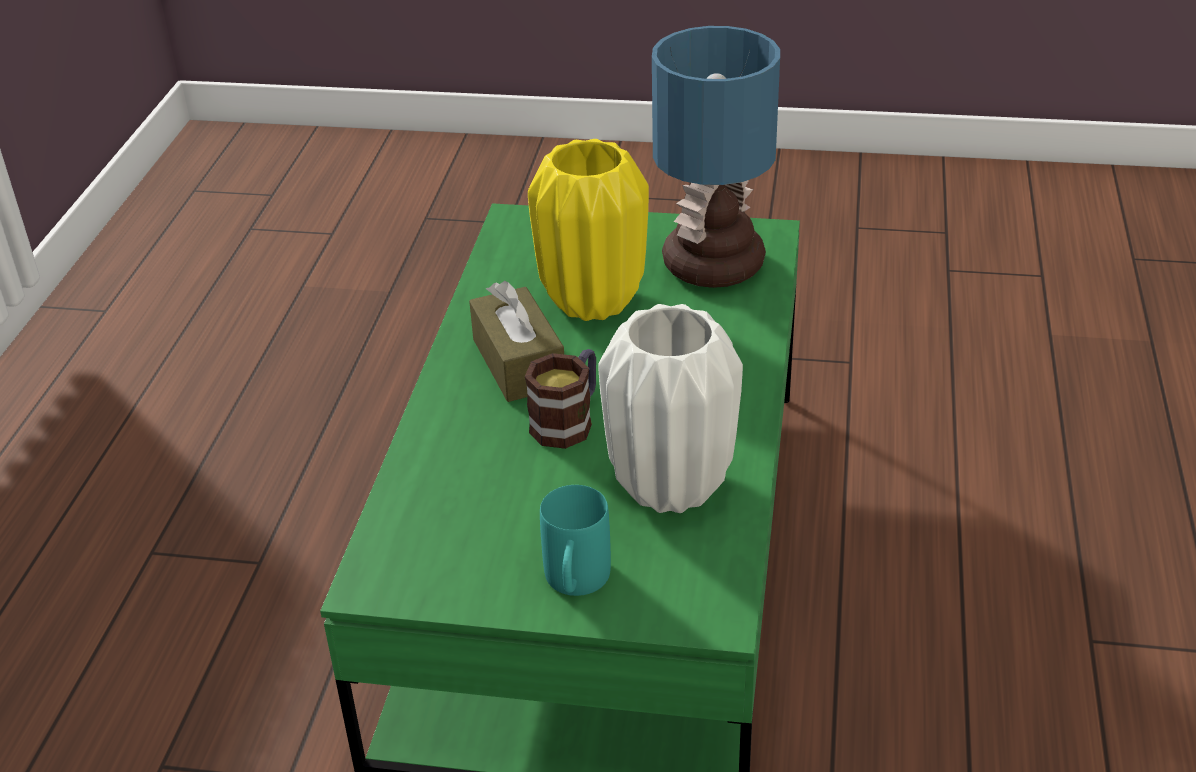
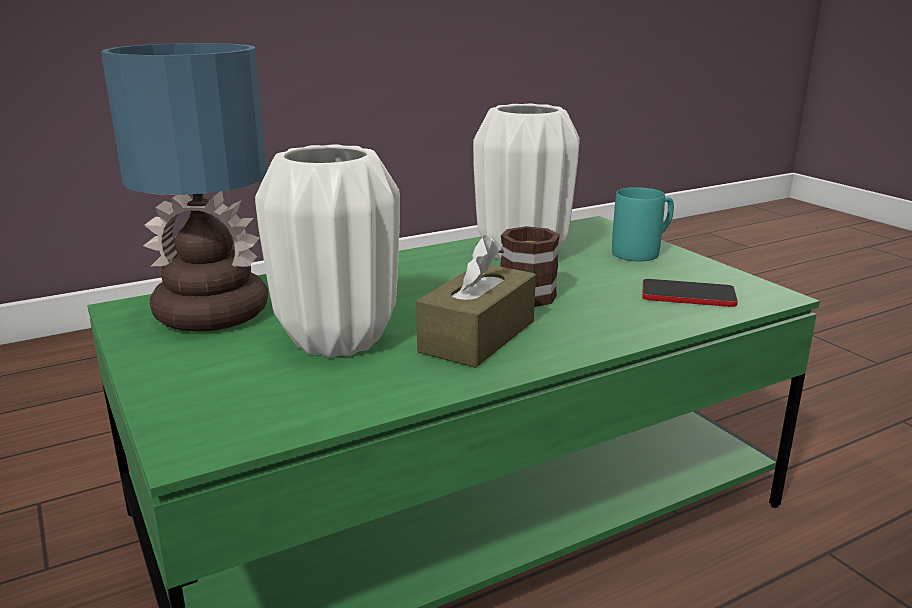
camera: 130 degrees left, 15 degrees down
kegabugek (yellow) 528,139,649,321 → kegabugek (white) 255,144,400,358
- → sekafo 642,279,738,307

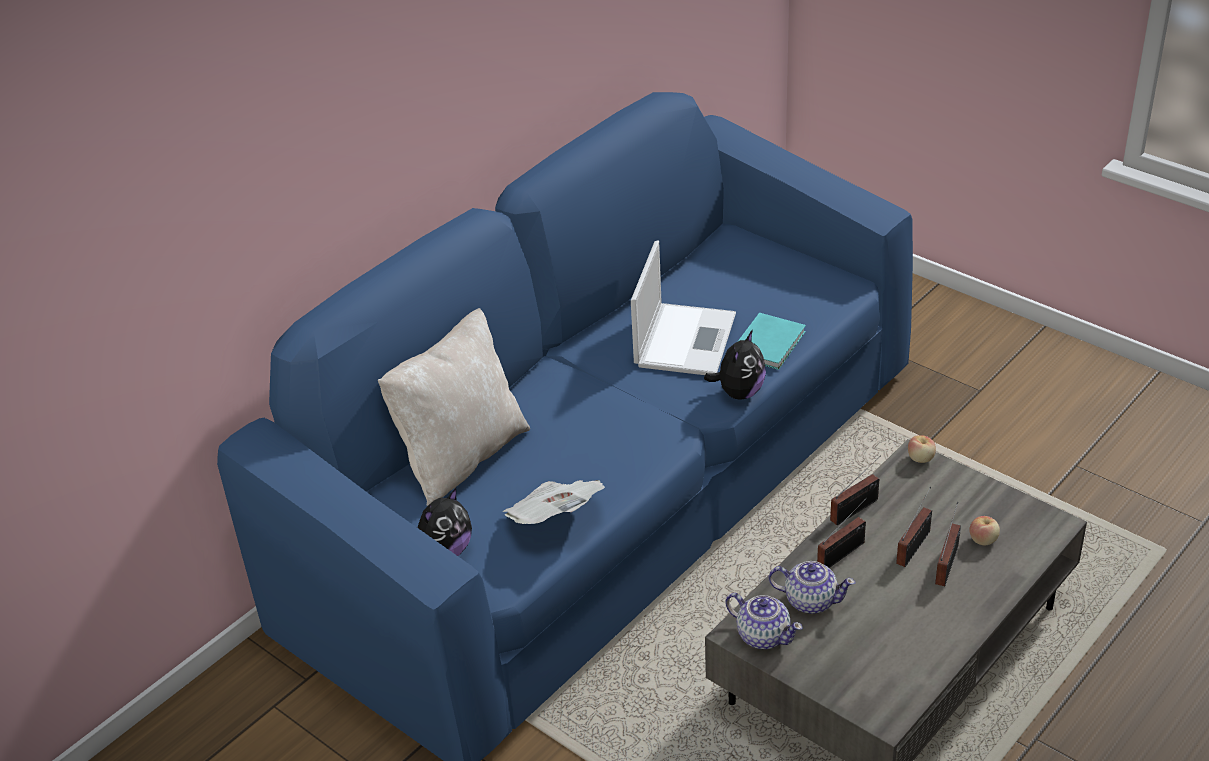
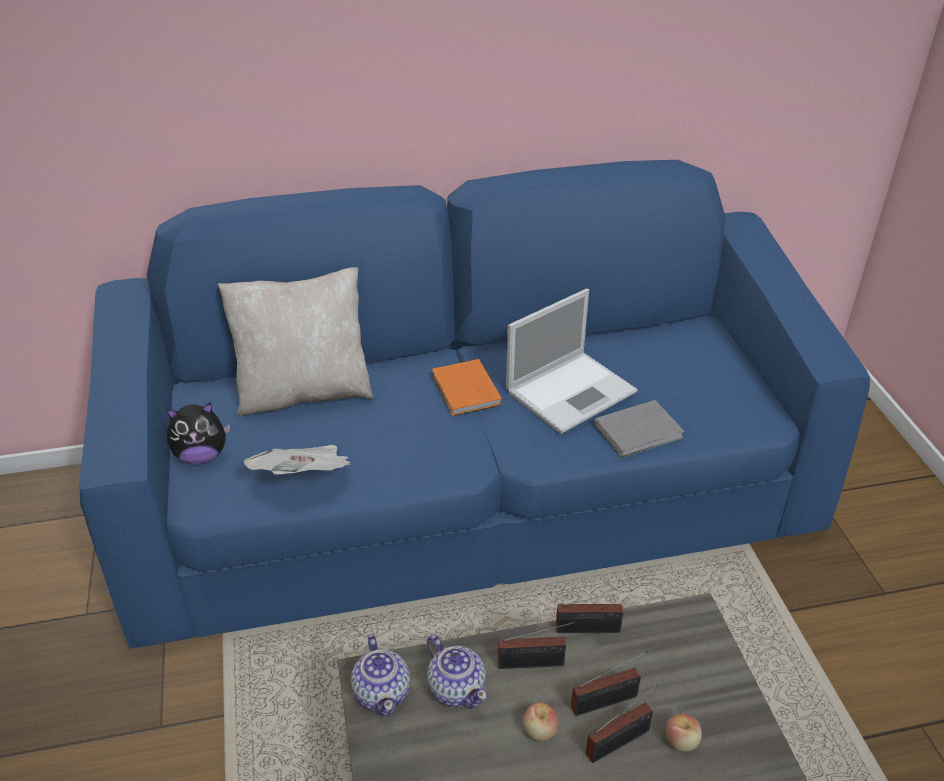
camera: 35 degrees right, 0 degrees up
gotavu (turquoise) 738,313,806,370 → gotavu (grey) 594,400,685,458
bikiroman 704,330,766,400 → -
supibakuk 908,435,936,463 → supibakuk 523,702,558,741, shifted
- → gotavu (orange) 432,359,502,416

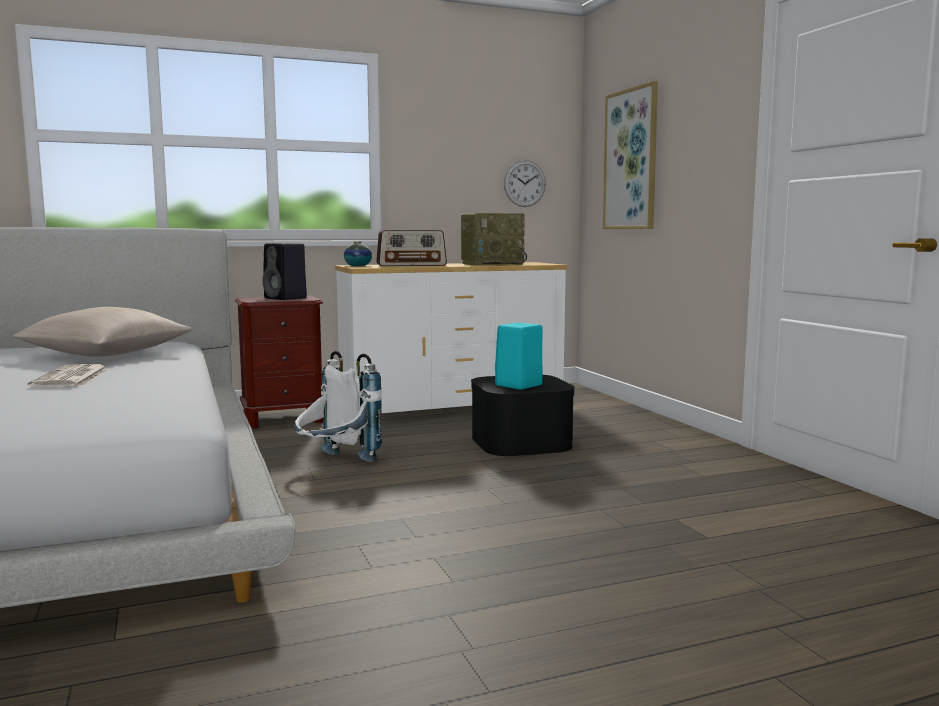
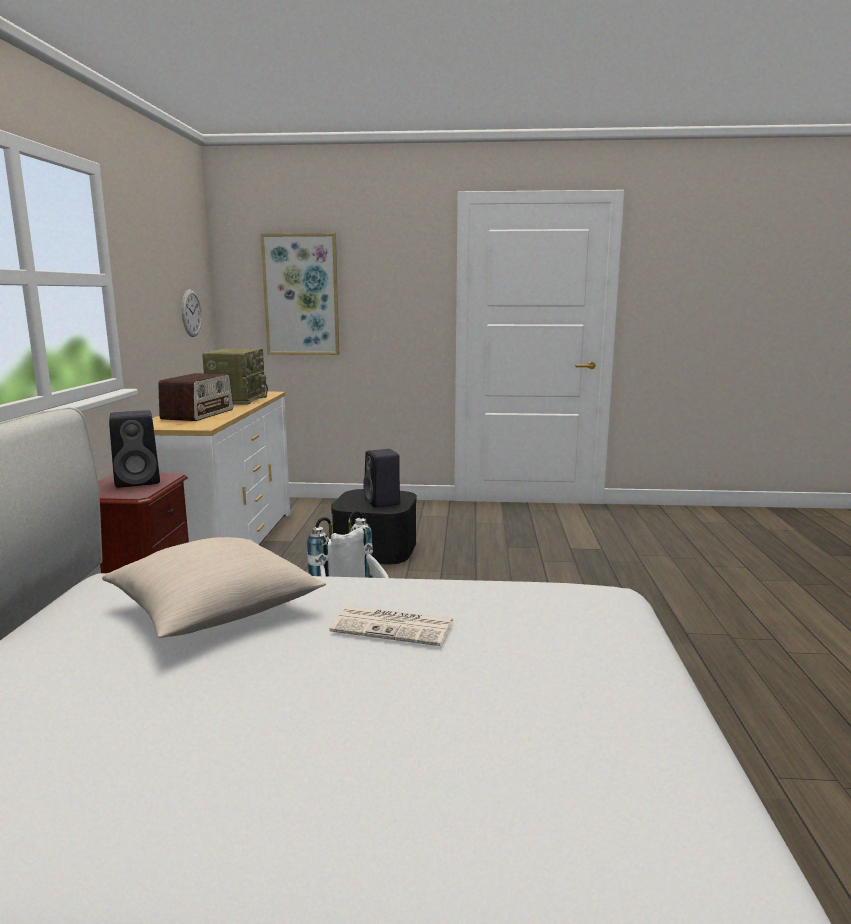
camera: 65 degrees left, 5 degrees up
kegabugek 344,241,372,266 → -
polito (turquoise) 495,323,543,390 → polito (black) 363,449,400,508

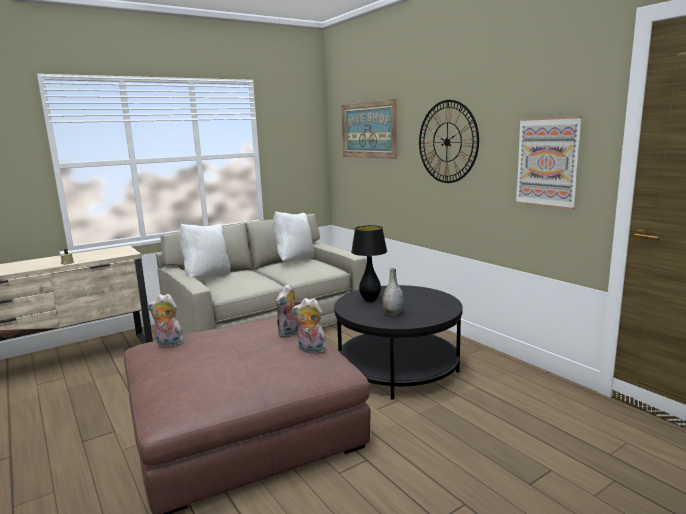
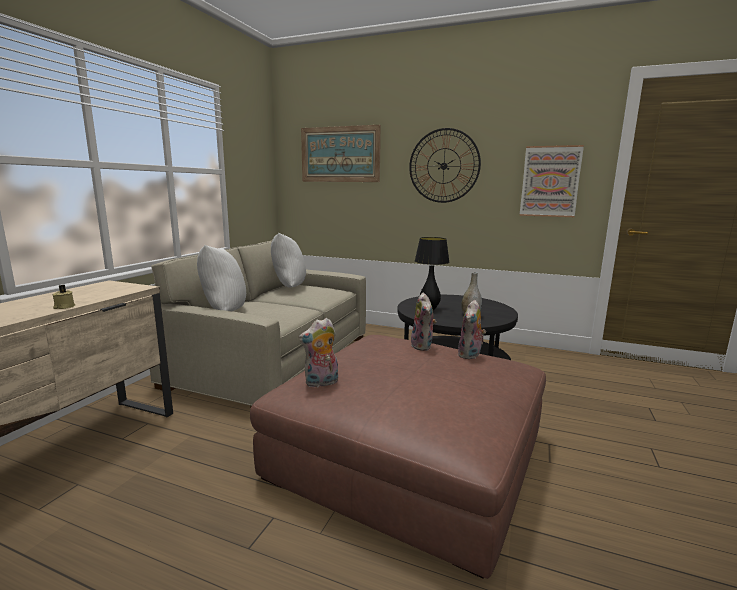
camera: 35 degrees left, 0 degrees up
bikiroman 292,298,326,354 → bikiroman 458,300,486,359, 45 degrees counterclockwise

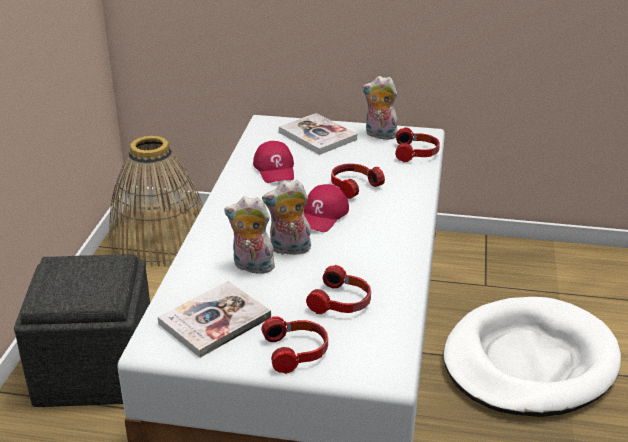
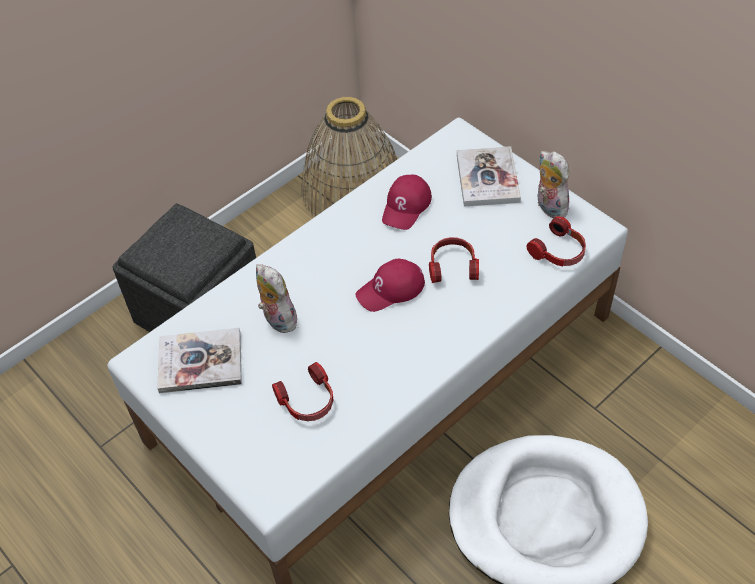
camera: 40 degrees right, 20 degrees up
bikiroman 262,180,312,255 → -
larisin 261,316,328,374 → -

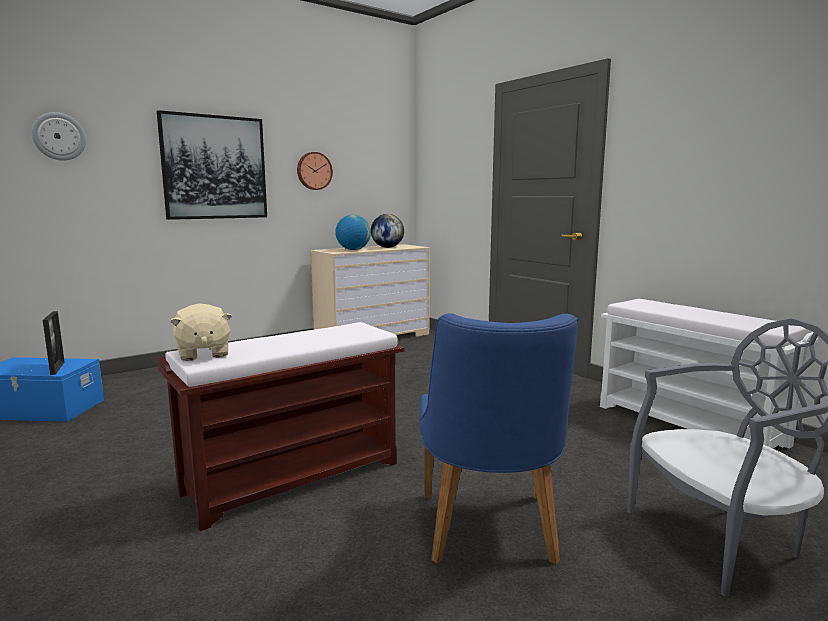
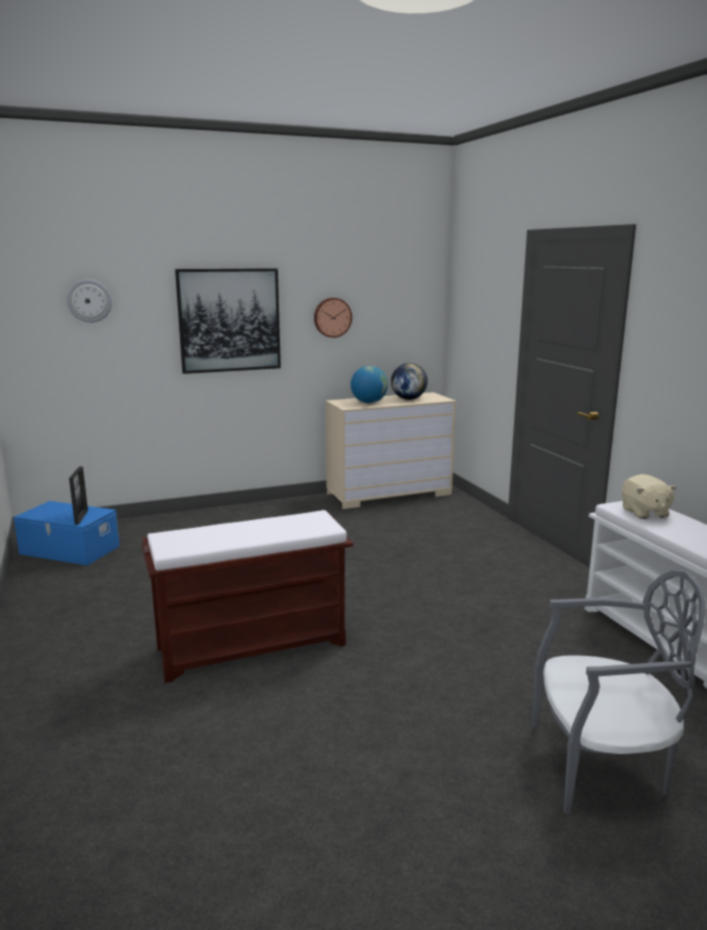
camera: 15 degrees right, 5 degrees up
bikiroman (beige) 169,304,233,361 → bikiroman (beige) 622,474,677,519, shifted
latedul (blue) 419,313,578,565 → -

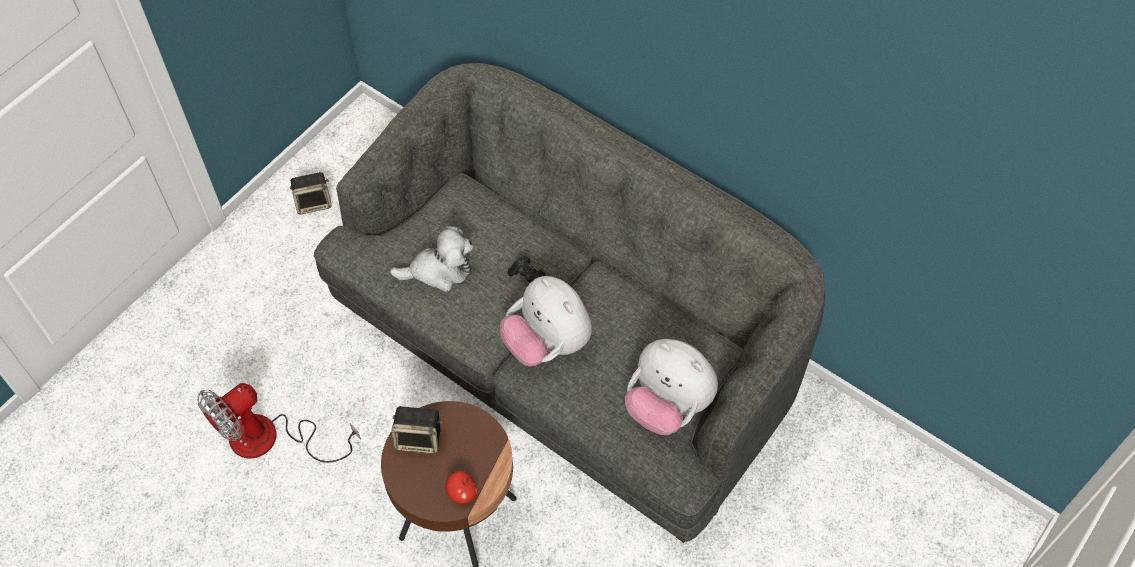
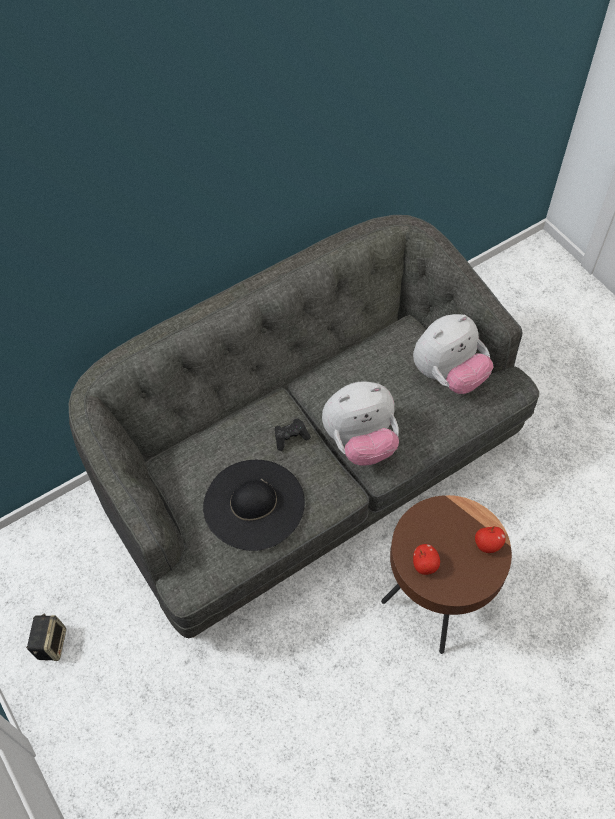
camera: 70 degrees left, 0 degrees up
bikiroman 390,226,473,292 → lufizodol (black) 203,460,305,551
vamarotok 197,383,361,463 → -
polito 392,406,442,454 → supibakuk 413,544,440,575

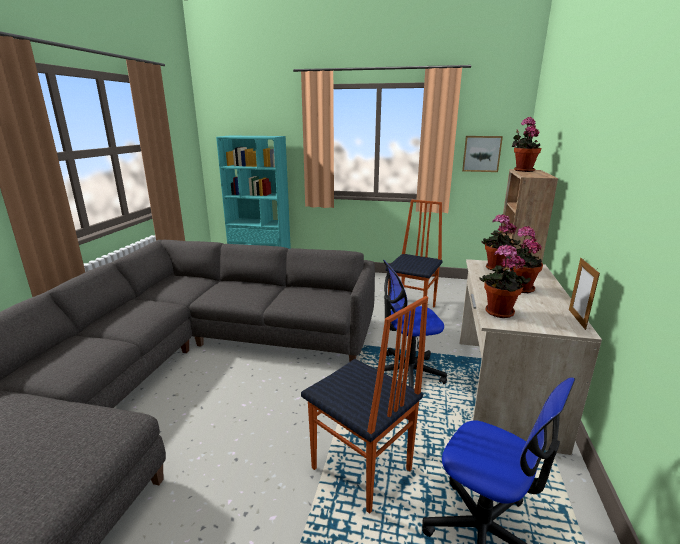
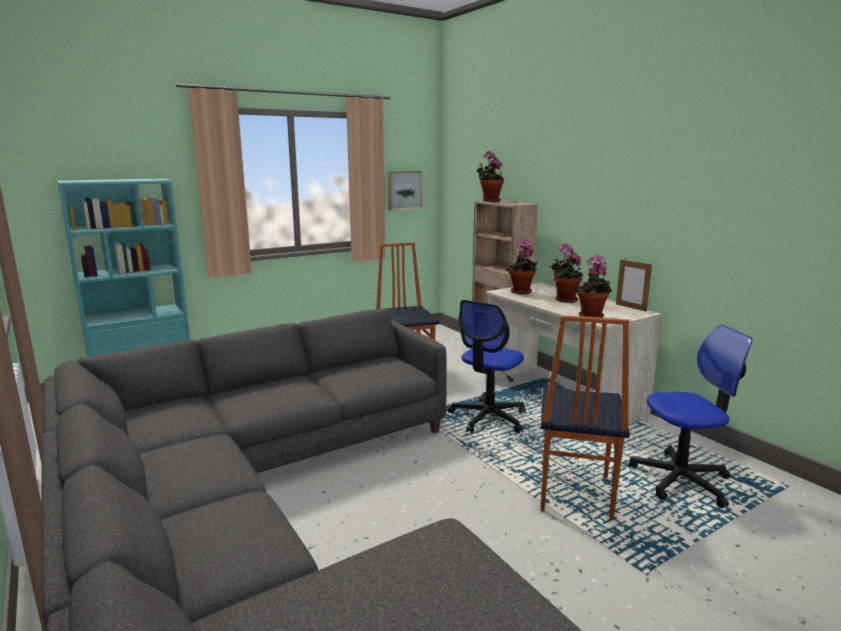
camera: 45 degrees left, 5 degrees down
latedul 301,296,428,514 → latedul 541,315,630,520, 105 degrees clockwise

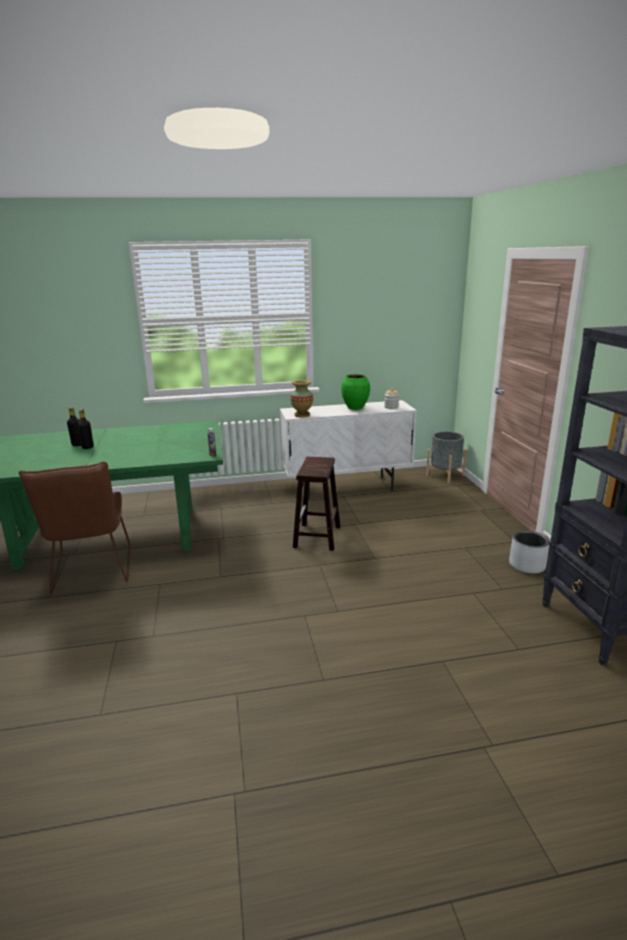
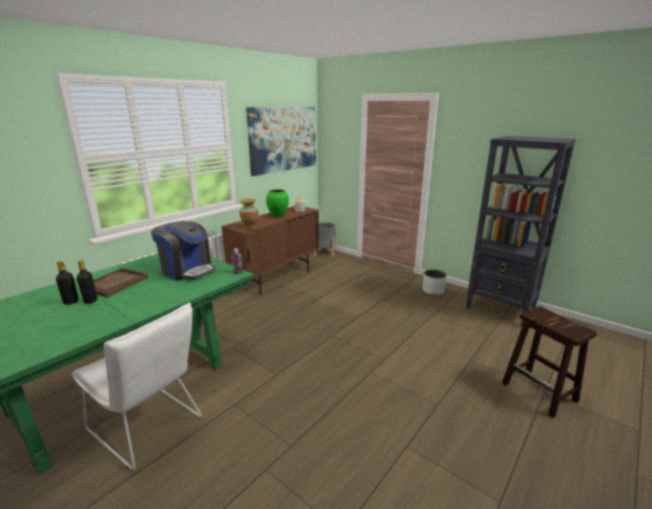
camera: 40 degrees left, 0 degrees up
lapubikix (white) 280,400,417,499 → lapubikix (brown) 221,206,319,294
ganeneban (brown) 293,457,340,551 → ganeneban (brown) 502,306,597,418, shifted
latedul (brown) 19,462,130,594 → latedul (white) 71,302,202,470
- → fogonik 246,107,316,176
- → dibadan 151,221,215,281
- → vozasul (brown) 93,268,148,298

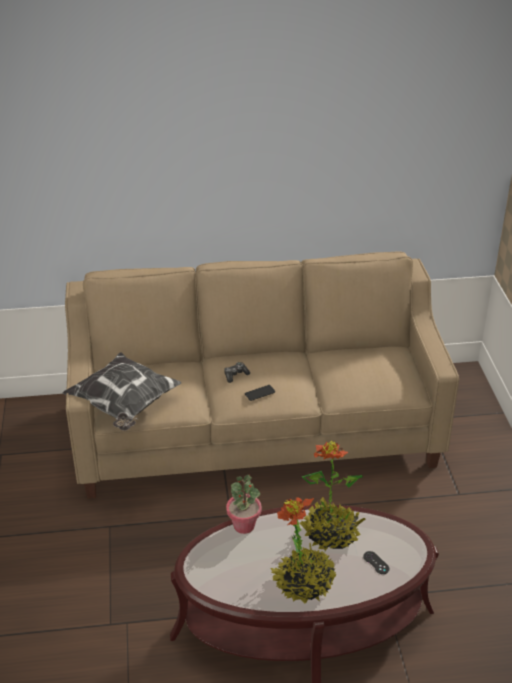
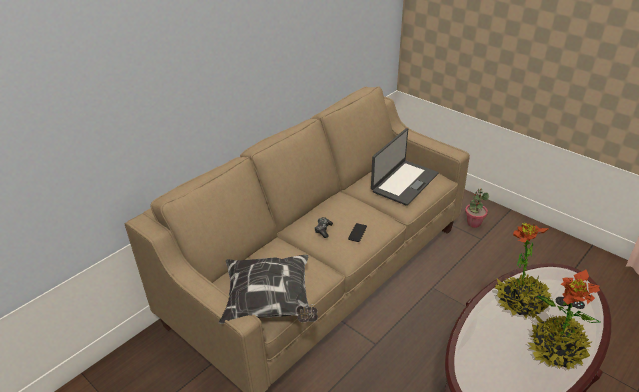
camera: 40 degrees left, 0 degrees up
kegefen 226,475,262,534 → kegefen 465,189,489,228, shifted
- → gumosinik 371,128,439,206

